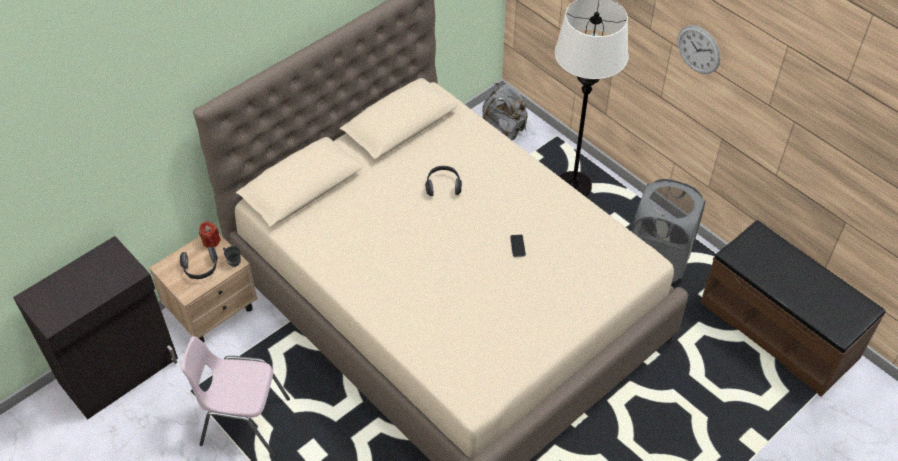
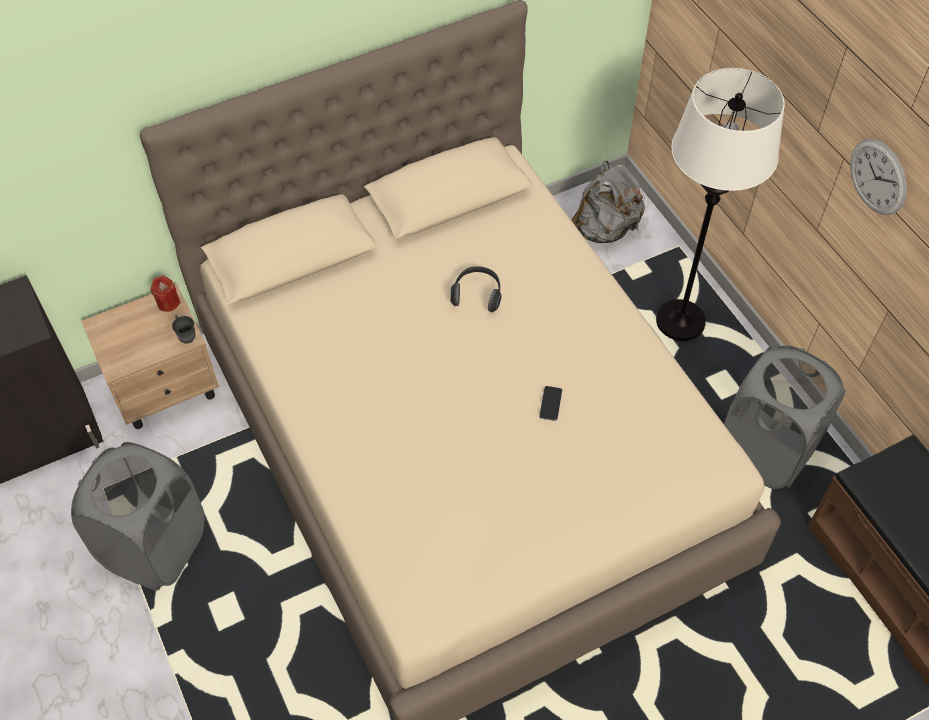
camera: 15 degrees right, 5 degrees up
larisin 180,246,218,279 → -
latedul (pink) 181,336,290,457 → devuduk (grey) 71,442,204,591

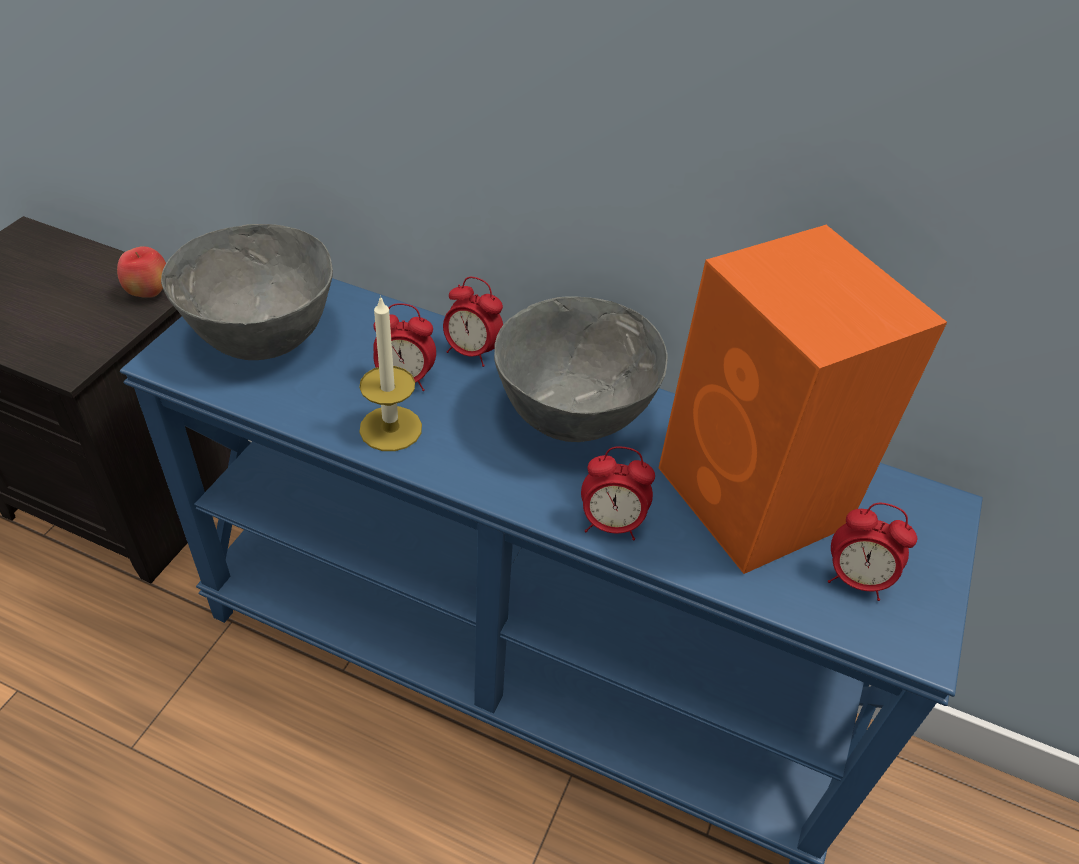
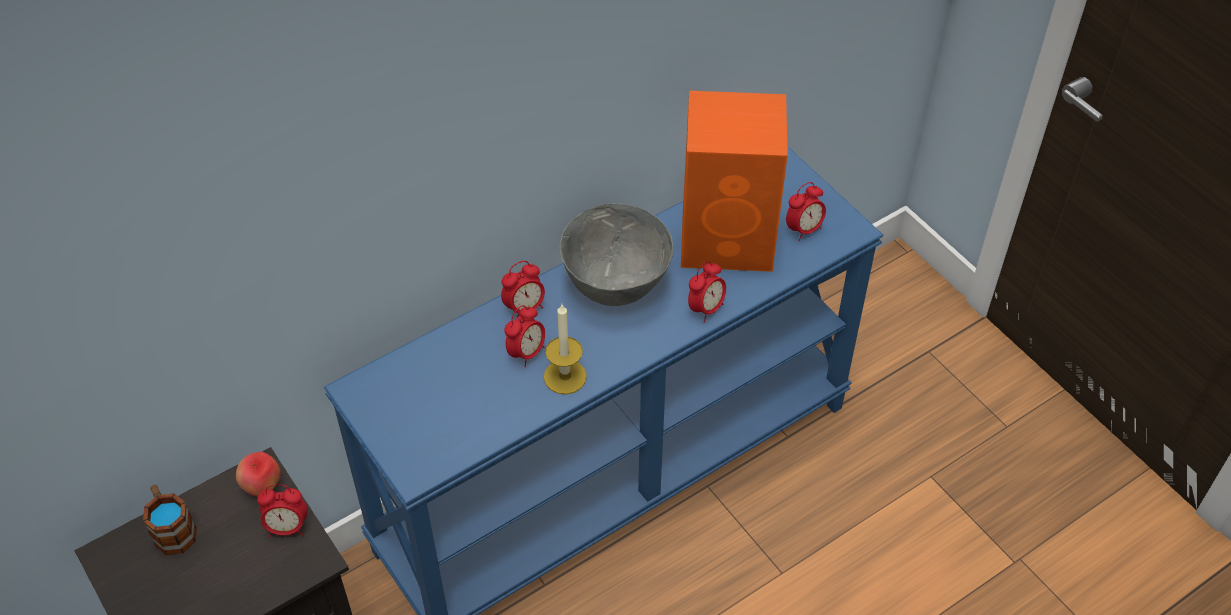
camera: 55 degrees left, 5 degrees up
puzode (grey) 161,224,333,360 → -
- → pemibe 257,484,308,537
- → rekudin 143,485,197,555

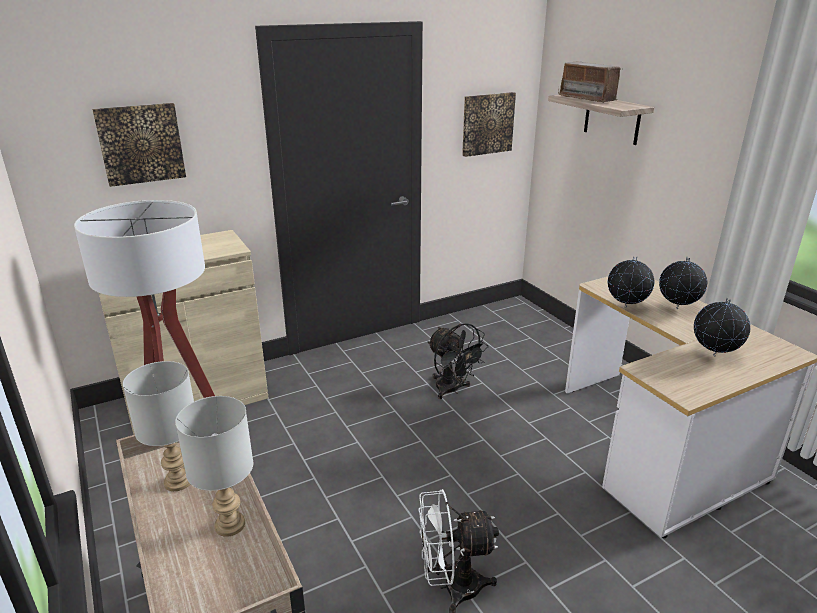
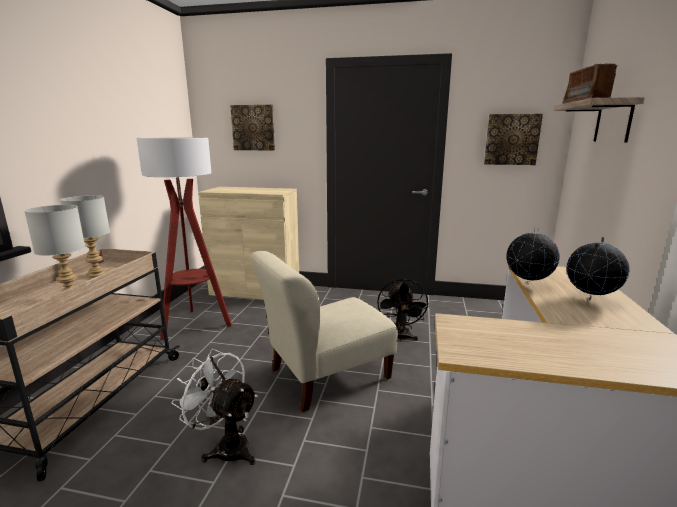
camera: 40 degrees right, 10 degrees down
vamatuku 694,298,750,356 → -
- → latedul (beige) 250,251,398,412

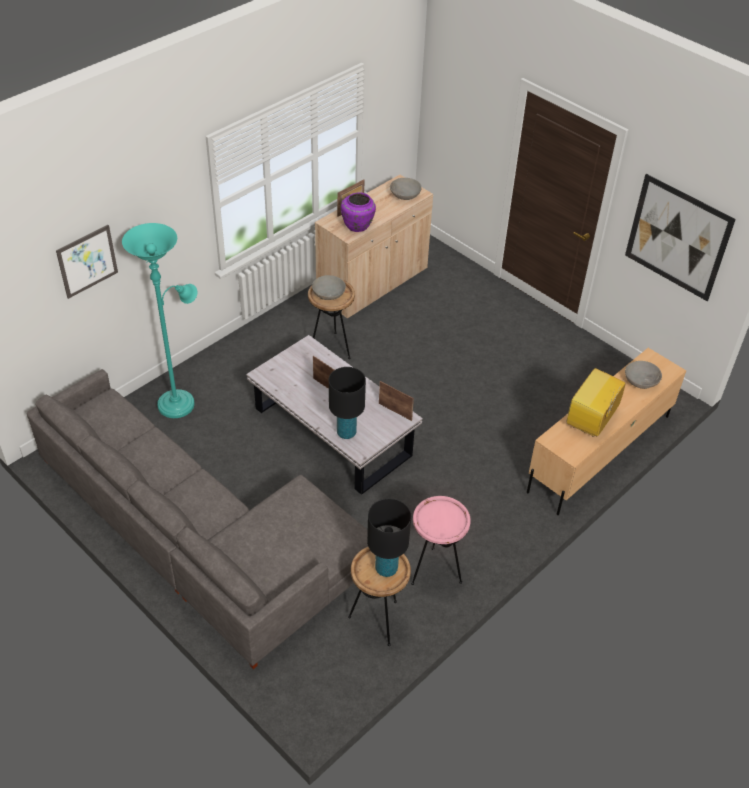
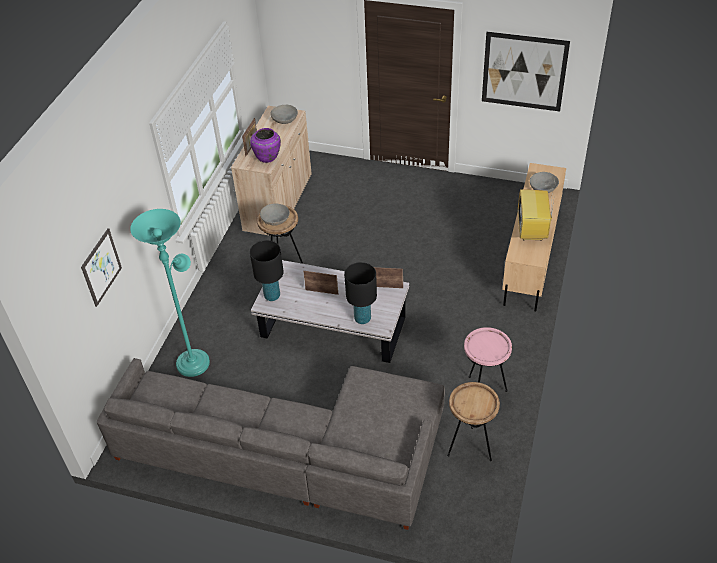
camera: 25 degrees left, 0 degrees up
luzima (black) 367,498,411,577 → luzima (black) 250,240,284,301, shifted

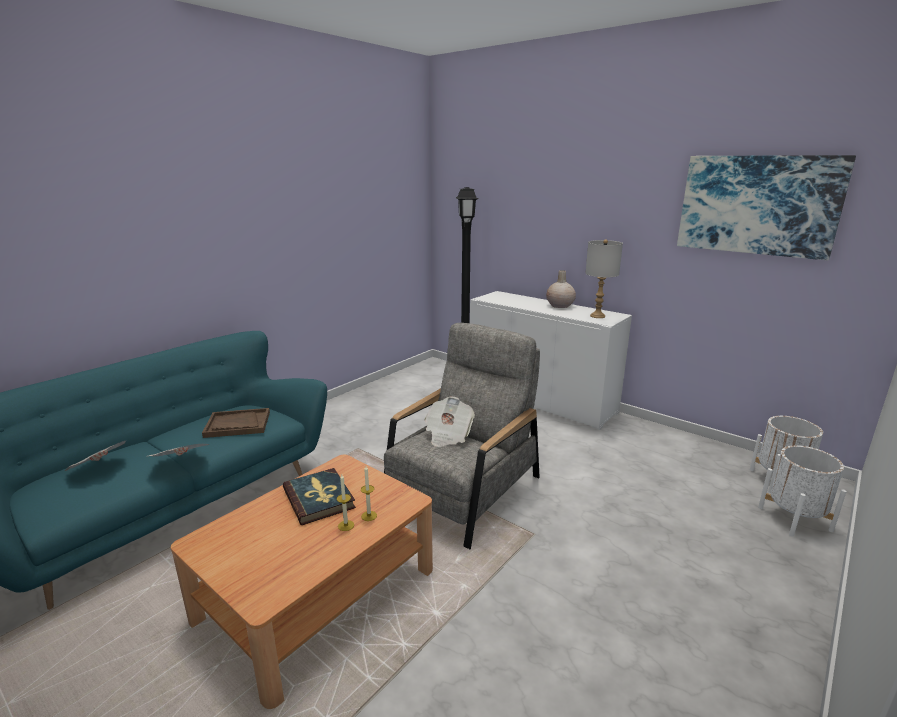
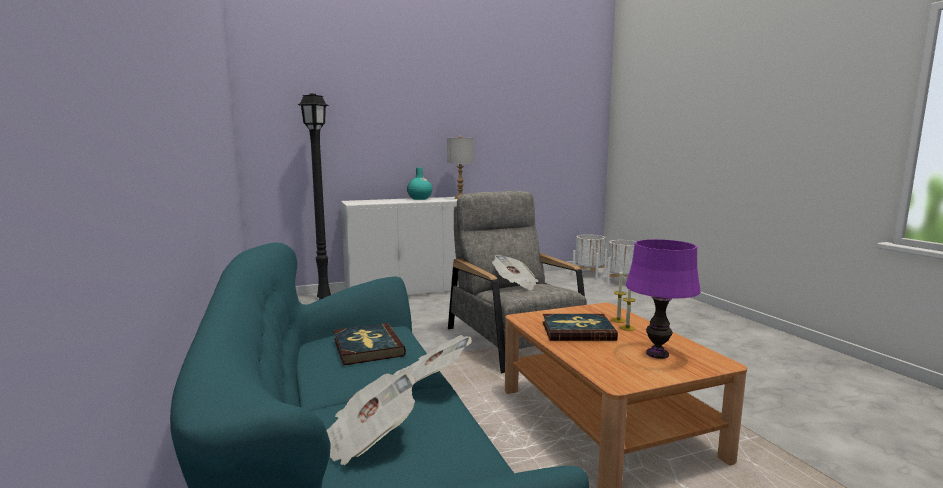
camera: 60 degrees left, 10 degrees down
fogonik 677,155,856,260 → -
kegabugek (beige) 546,270,576,308 → kegabugek (turquoise) 407,167,432,200
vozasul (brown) 202,408,270,438 → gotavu 334,323,406,365
- → luzima (purple) 626,239,701,359

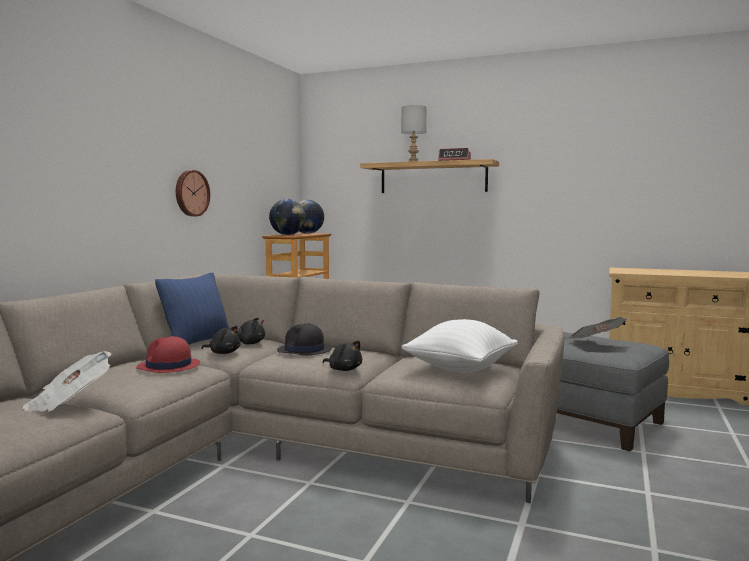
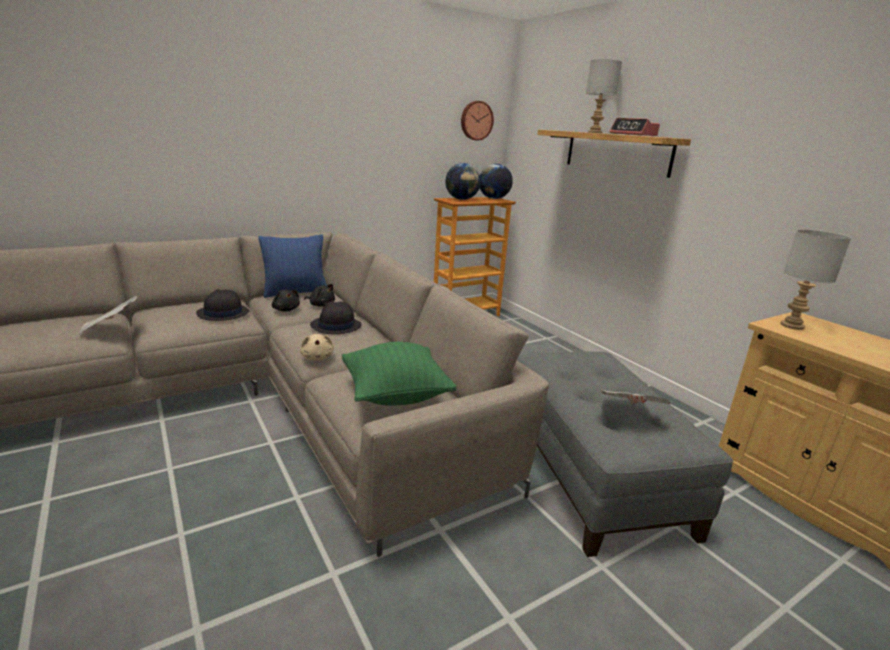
camera: 35 degrees right, 15 degrees up
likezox 176,170,210,216 → likezox 461,101,494,141, shifted
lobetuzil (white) 401,319,518,373 → lobetuzil (green) 342,342,457,406
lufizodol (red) 136,336,200,373 → lufizodol (black) 196,289,249,321
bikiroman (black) 322,340,362,371 → bikiroman (beige) 300,334,334,361
- → luzima (grey) 780,229,851,330

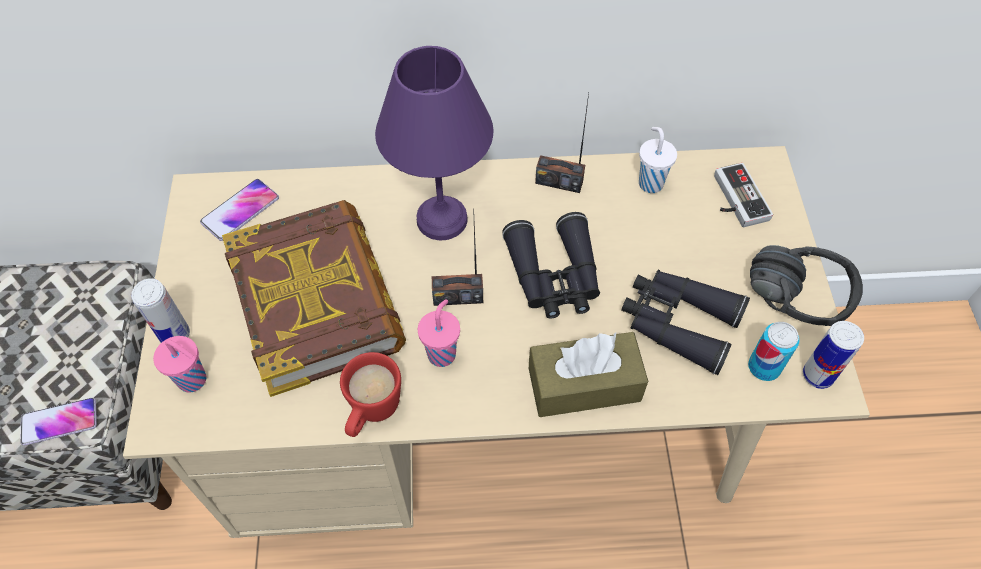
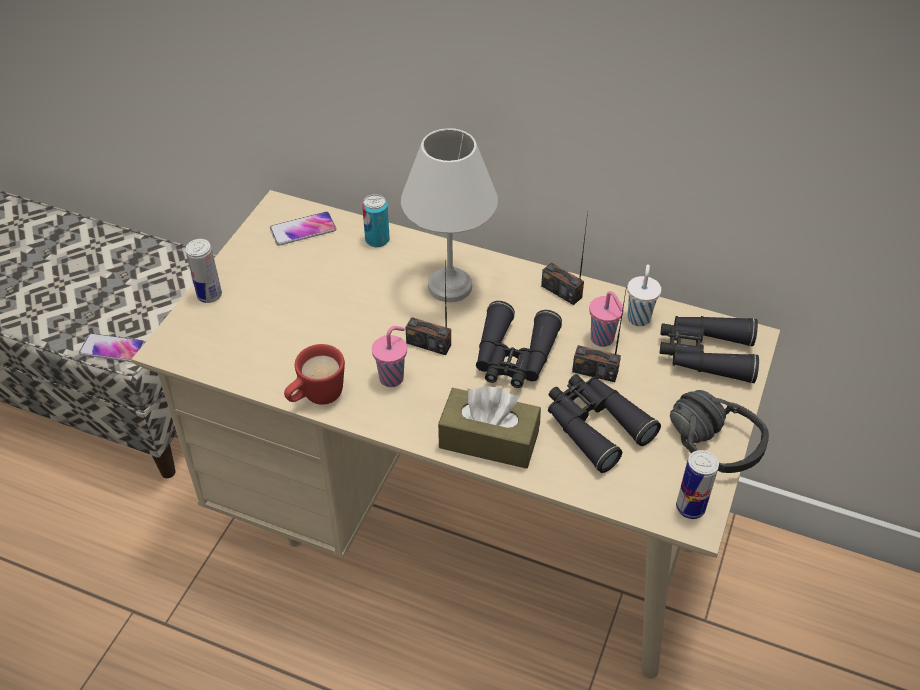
camera: 25 degrees right, 10 degrees down
luzima (purple) 375,46,494,240 → luzima (white) 401,128,498,302
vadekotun 714,163,773,227 → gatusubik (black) 660,316,759,383
gotavu 222,200,406,397 → -
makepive 748,322,799,381 → makepive 362,194,390,247, shifted
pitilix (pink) 153,336,206,392 → pitilix (pink) 589,291,624,347, shifted
- → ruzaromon 572,286,627,382

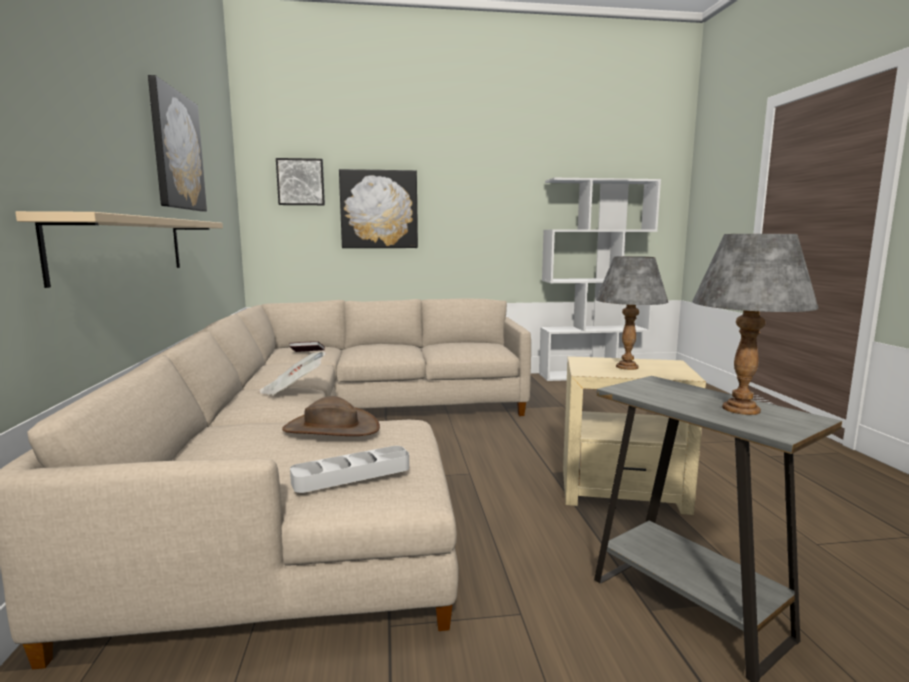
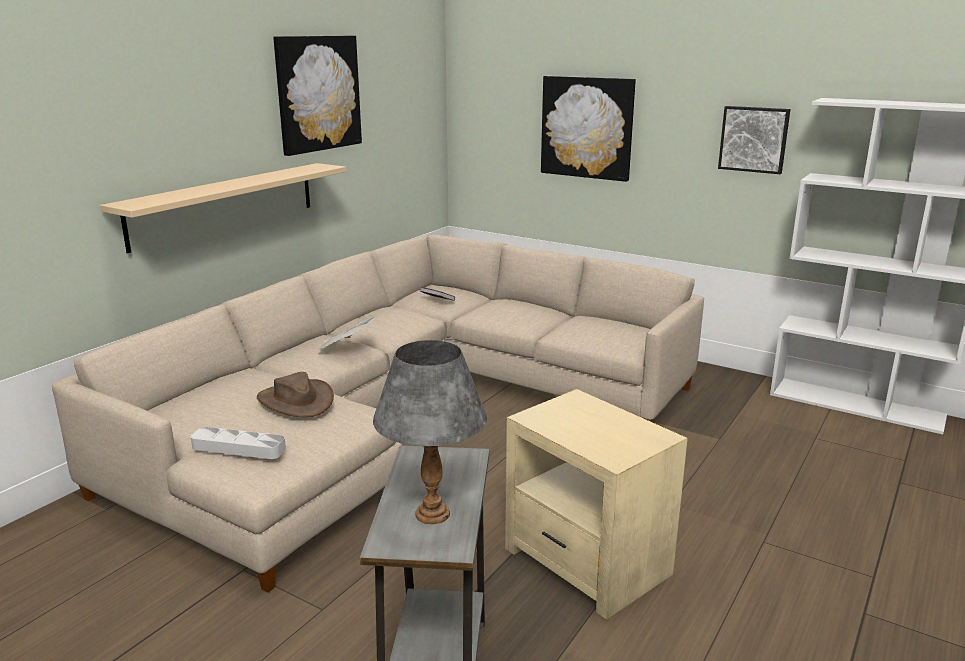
camera: 40 degrees right, 10 degrees up
fogonik 276,158,325,205 → fogonik 718,106,790,174, shifted
luzima (grey) 596,256,668,370 → -

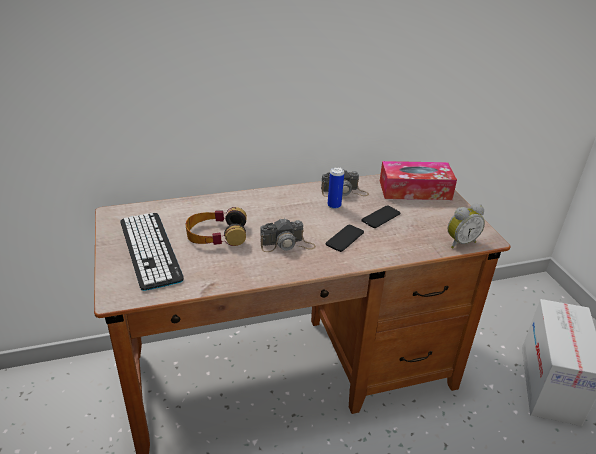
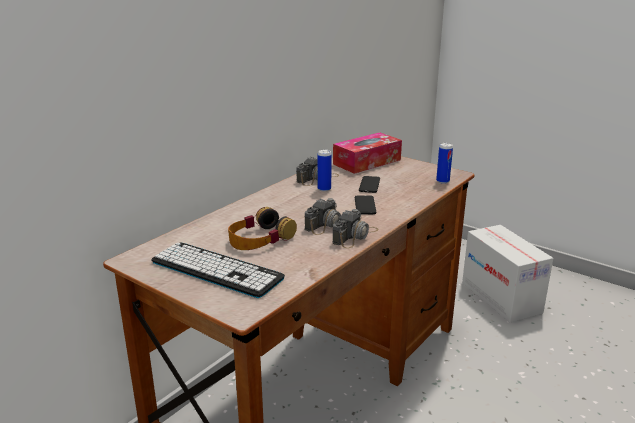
camera: 35 degrees left, 10 degrees down
pemibe 448,204,485,248 → makepive 436,143,453,184
- → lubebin 332,209,378,249

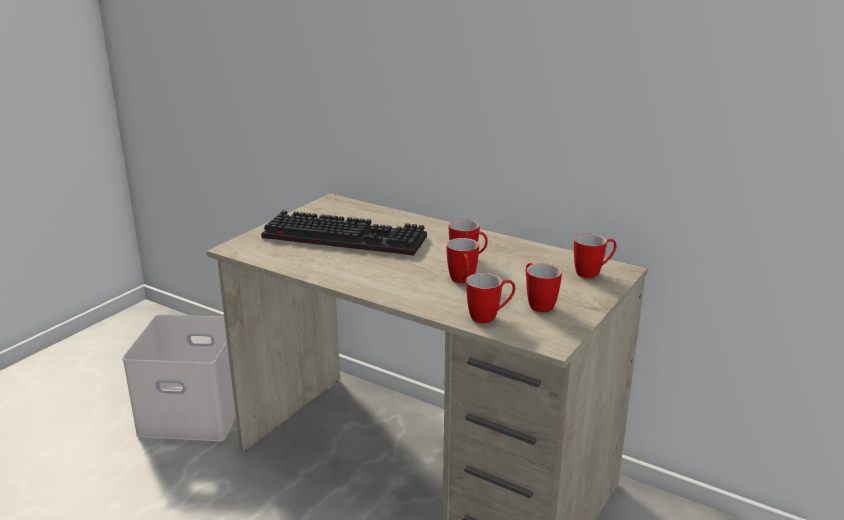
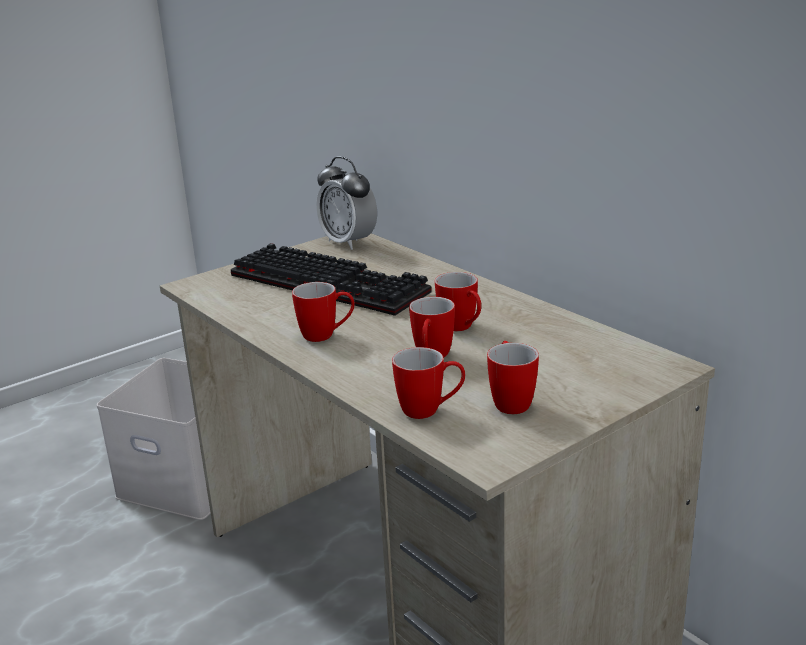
camera: 20 degrees right, 0 degrees up
rekudin 574,233,617,278 → rekudin 292,282,355,342, shifted
- → pemibe 316,156,377,250

